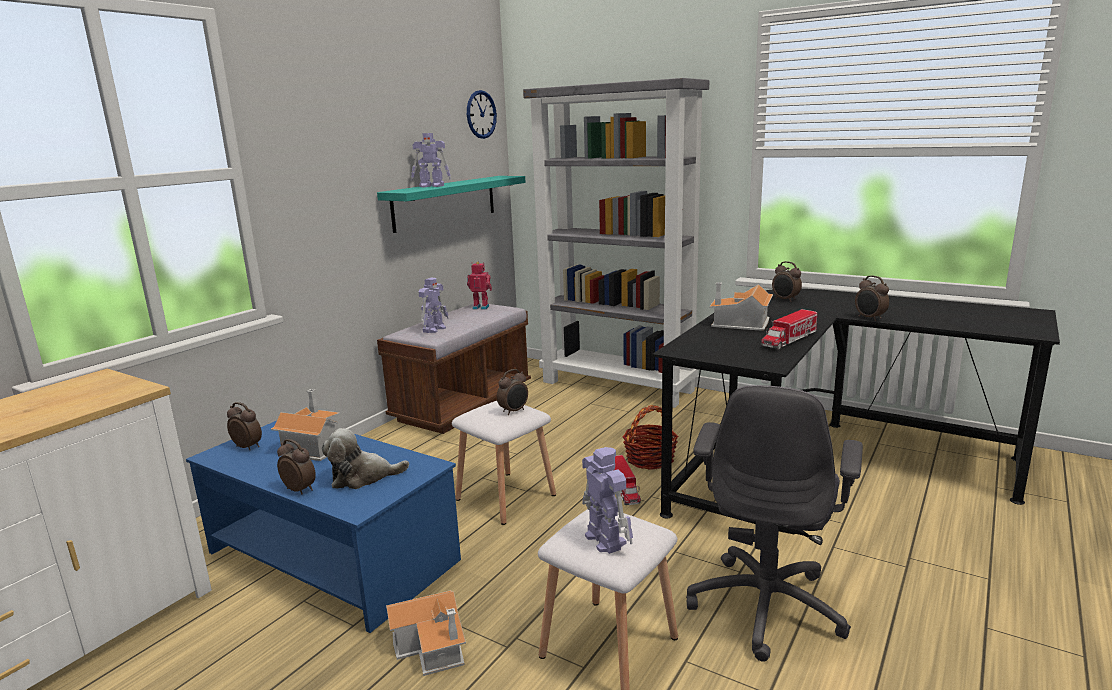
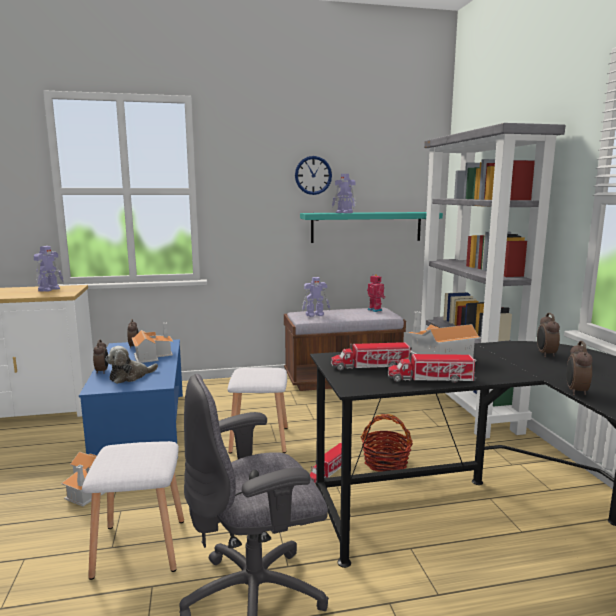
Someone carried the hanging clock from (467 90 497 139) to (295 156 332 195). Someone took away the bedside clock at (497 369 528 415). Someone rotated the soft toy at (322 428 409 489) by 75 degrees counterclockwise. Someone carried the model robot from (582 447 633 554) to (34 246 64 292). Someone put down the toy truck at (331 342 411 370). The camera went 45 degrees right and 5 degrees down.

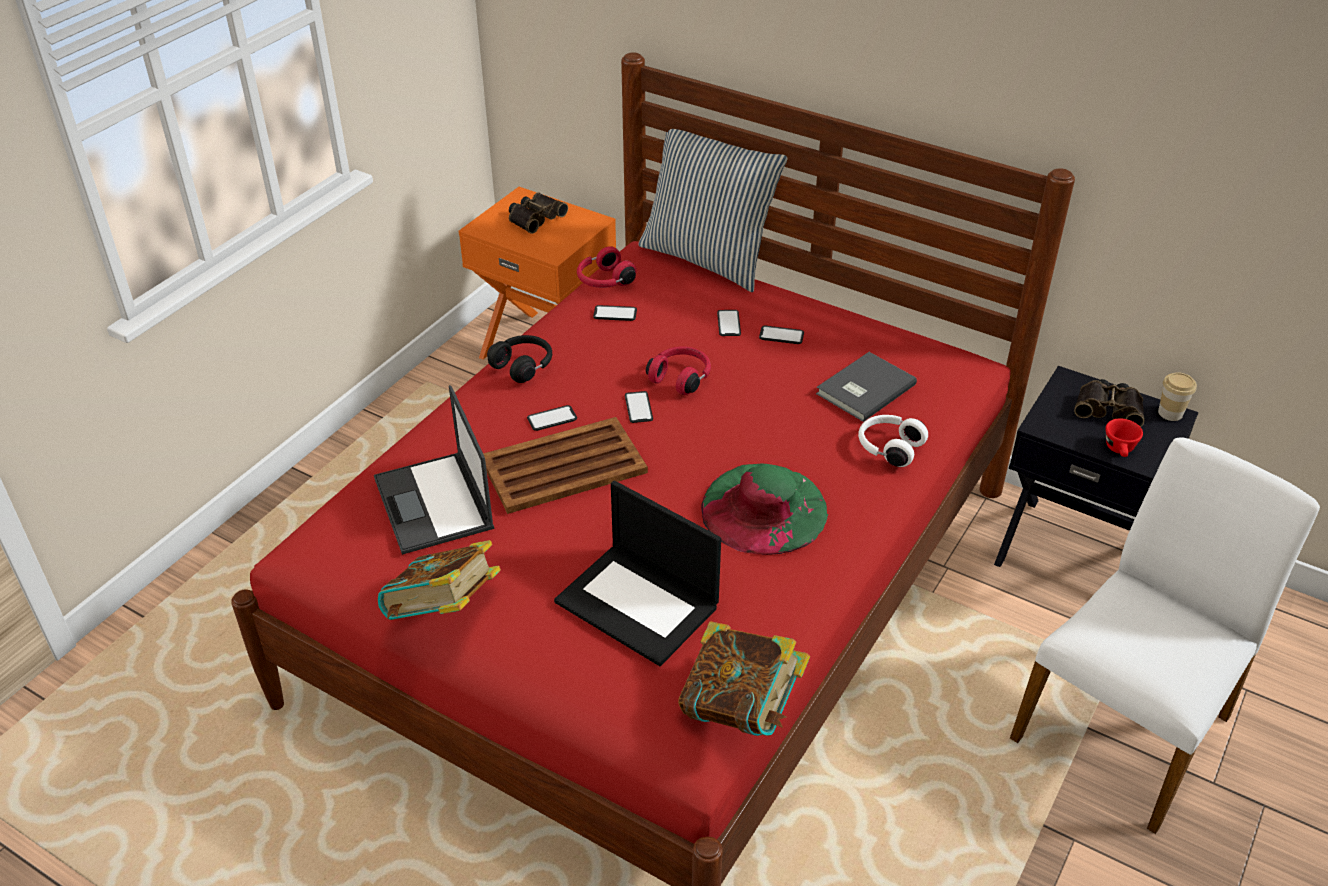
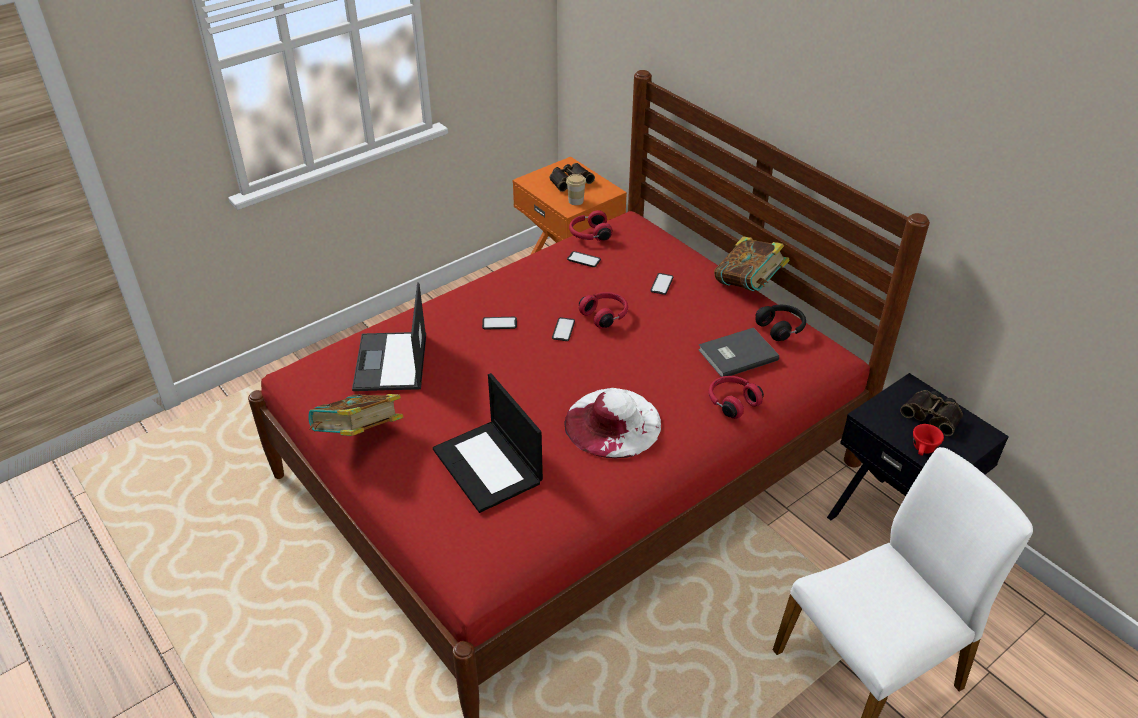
Someone took away the cushion at (638 129 788 292). Someone took away the telephone at (759 326 804 344). Someone carried the black headset from (487 335 552 383) to (755 305 806 341). Someone carried the drinking cup from (1158 372 1197 421) to (566 174 586 205). Someone repainted the whitish headset at (858 415 928 467), which became the red-coloured headset at (709 376 764 419). Someone took away the brown-coloured serving tray at (483 417 648 514). Someone repainted the green-coloured hat at (702 463 828 555), which became the whitish hat at (564 388 661 459). Someone carried the volume from (678 621 810 736) to (714 236 790 291). The camera went 20 degrees right and 0 degrees up.

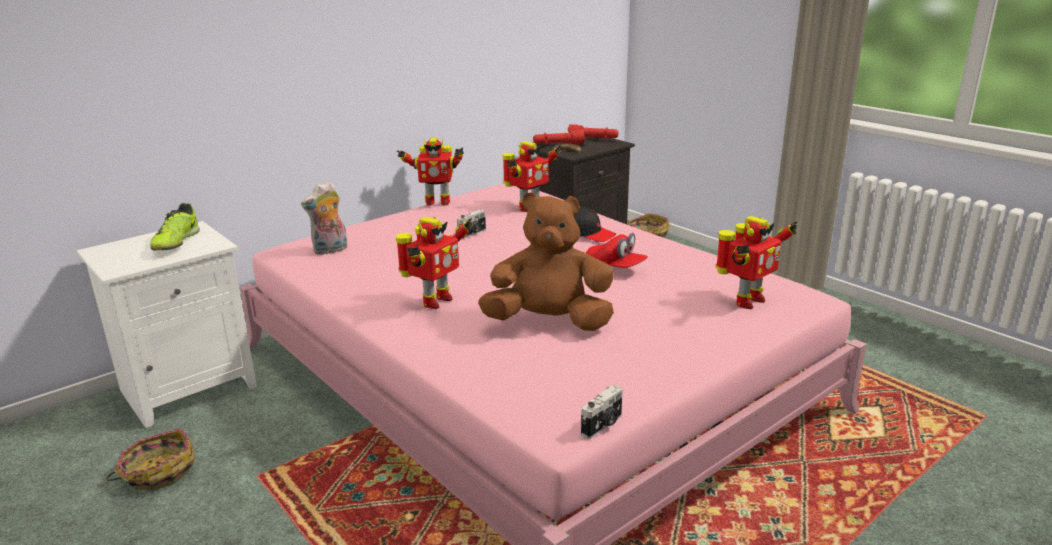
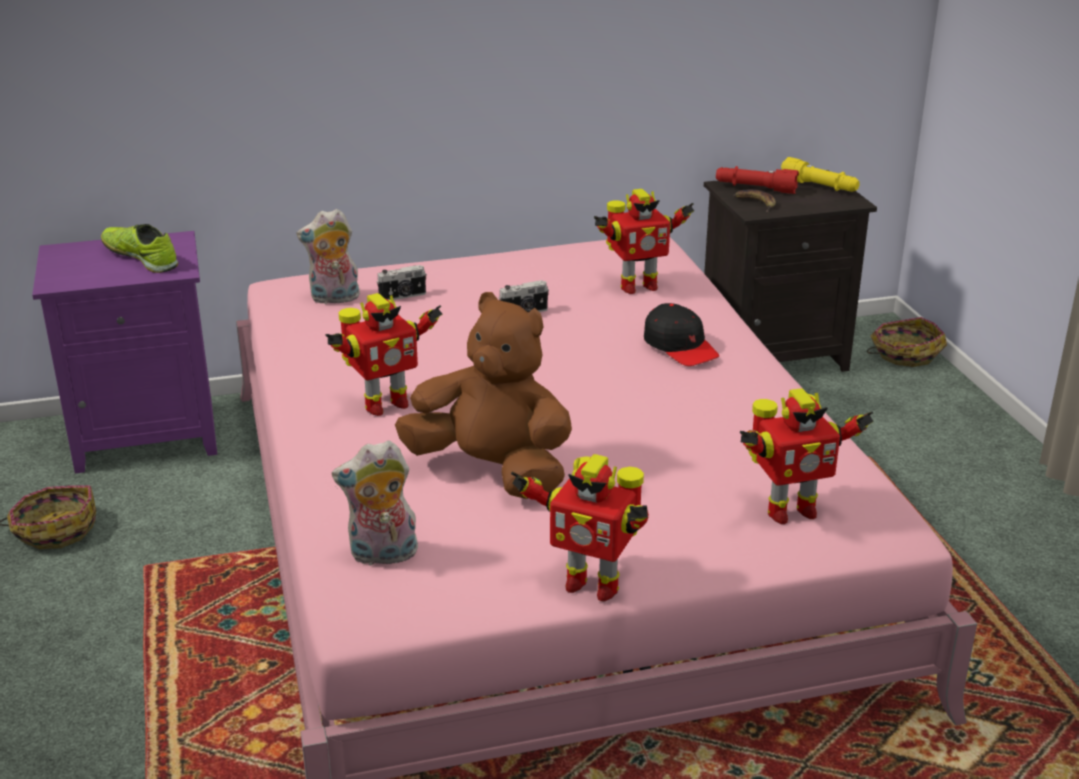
Someone repainted the red-coloured hand torch at (568 124 618 139), which became the yellow-coloured hand torch at (781 157 860 192). Someone carried the model robot from (397 137 464 206) to (511 454 649 601). Someone rotated the item of footwear at (150 203 200 250) by 105 degrees clockwise. Someone repainted the whitish bedside table at (77 221 257 428), which became the purplish bedside table at (32 231 217 473). Someone took away the red-coloured baseball cap at (586 233 648 268). Someone carried the photo camera from (581 385 623 439) to (377 265 427 300). Someone put down the soft toy at (332 440 419 566). The camera went 25 degrees right and 5 degrees up.

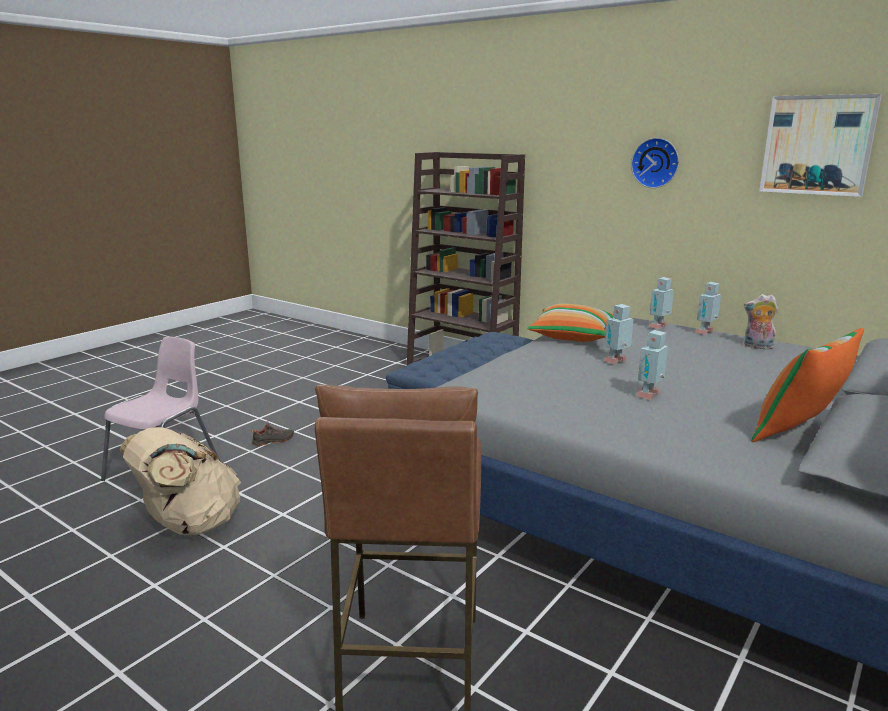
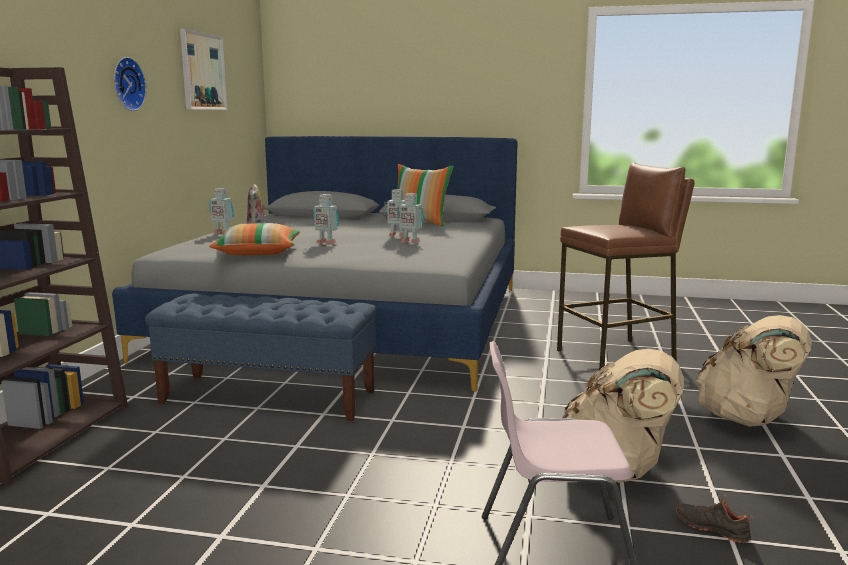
Someone carried the model robot from (648 277 674 329) to (397 193 424 243). Someone carried the black item of footwear from (251 421 294 446) to (676 495 753 543). Someone put down the beige-coloured rucksack at (696 315 812 427). The camera went 115 degrees left and 5 degrees down.

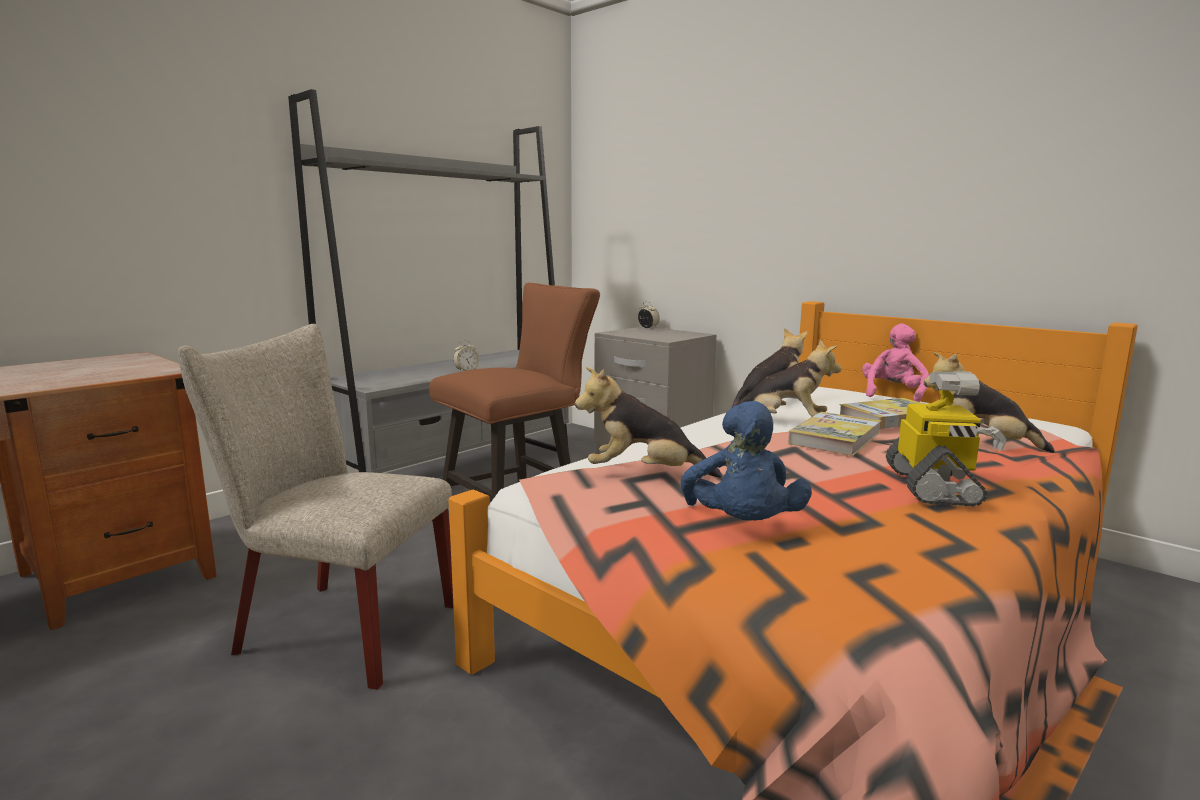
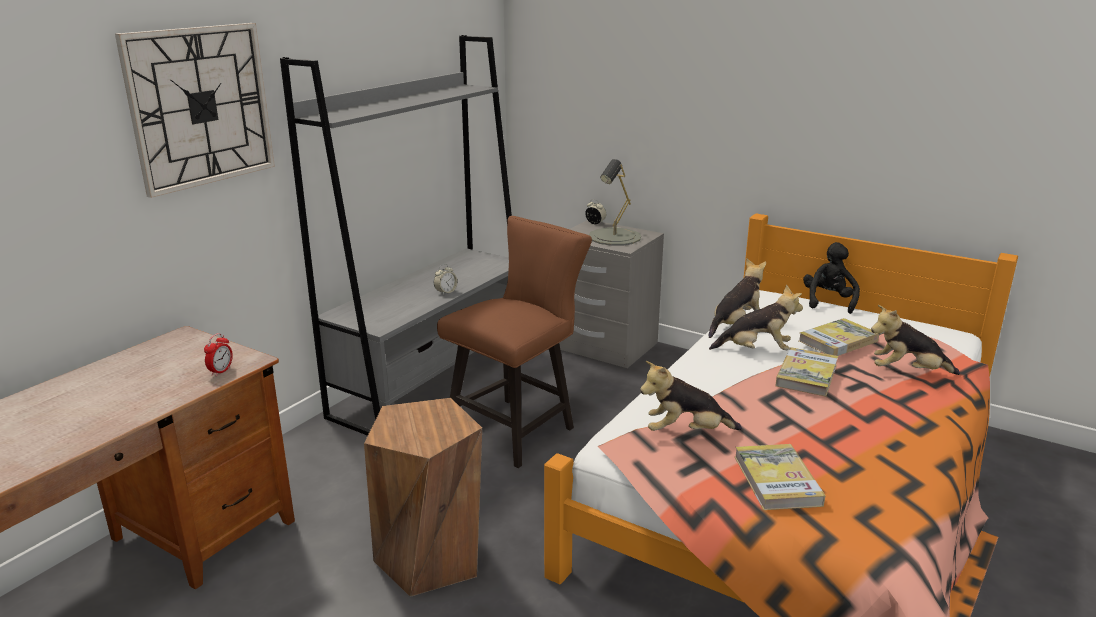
Someone repainted the pinkish soft toy at (862 323 929 402), which became the black soft toy at (803 242 860 314). Someone swapped the beige-coloured plain chair at (178 324 454 690) for the brown-coloured stool seat at (364 398 482 597). Someone took away the model robot at (886 371 1007 506). Someone swapped the blue soft toy at (681 401 812 521) for the volume at (735 444 825 510). Someone put up the hanging clock at (115 23 275 198). Someone put down the grey lamp for a table at (589 159 641 246). Someone put down the bedside clock at (204 333 233 377). The camera went 10 degrees left and 10 degrees up.

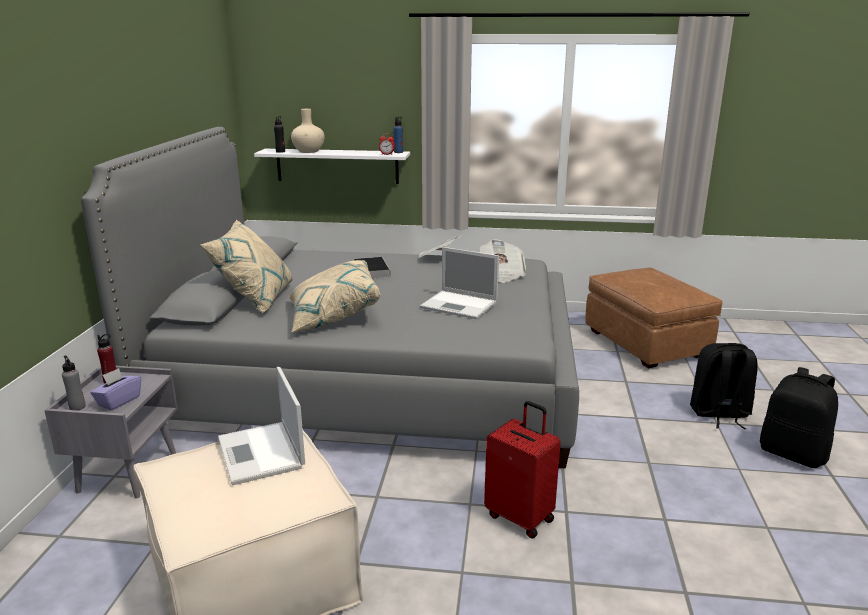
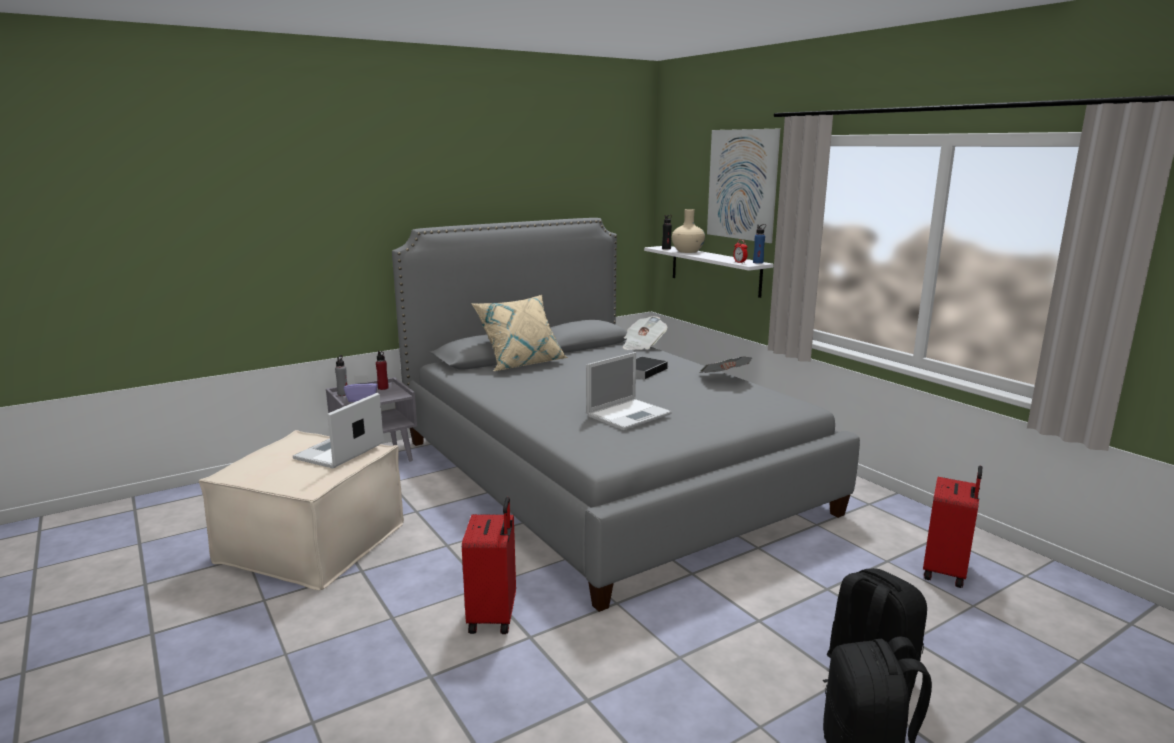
Someone carried the printed paper from (480 239 526 283) to (623 316 667 350). Someone rotated the laptop at (420 247 499 319) by 120 degrees counterclockwise. Someone took away the beige-coloured cushion at (289 260 380 332). Someone swapped the brown-coloured pouffe at (585 267 722 368) for the red-coloured travel case at (923 466 982 588). Someone put up the picture at (707 129 780 243). The camera went 50 degrees right and 5 degrees down.

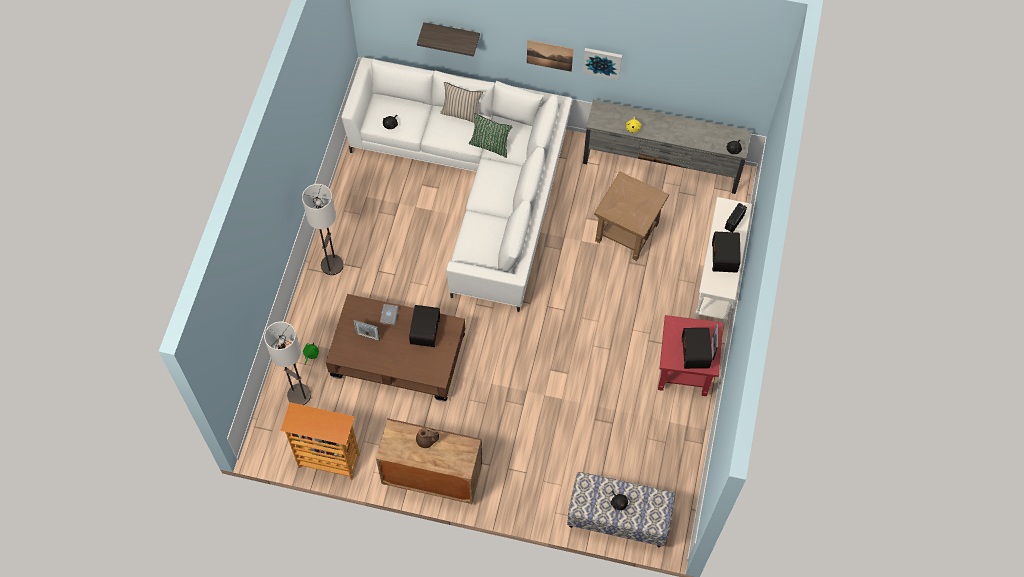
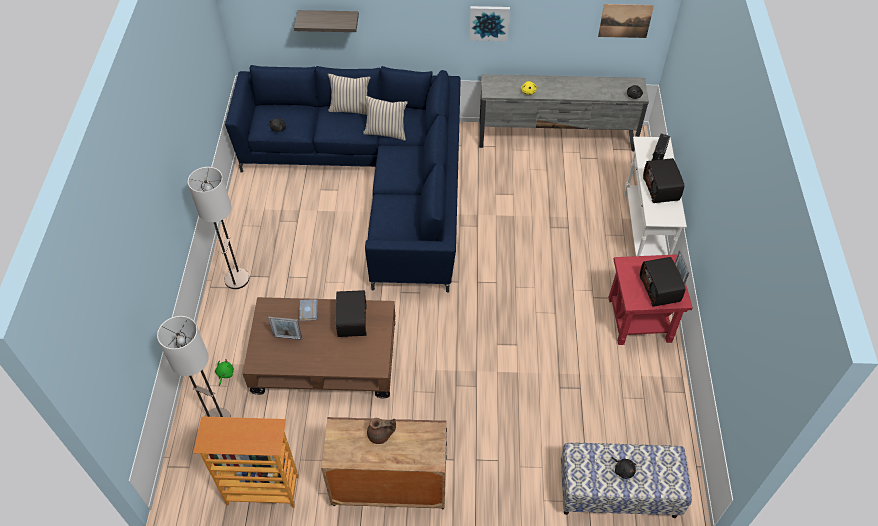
Someone carried the picture from (527 40 573 72) to (598 4 654 38). Someone repainted the whitish settee at (341 57 572 312), which became the blue settee at (225 65 461 293). Someone repainted the green-coloured cushion at (469 113 512 158), which became the beige-coloured cushion at (363 96 408 141). Someone took away the brown-coloured side table at (594 172 669 261). The camera went 10 degrees left and 10 degrees down.

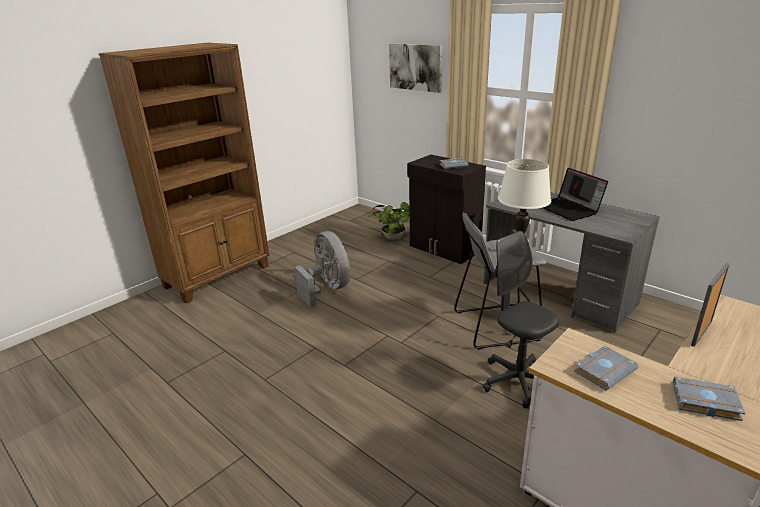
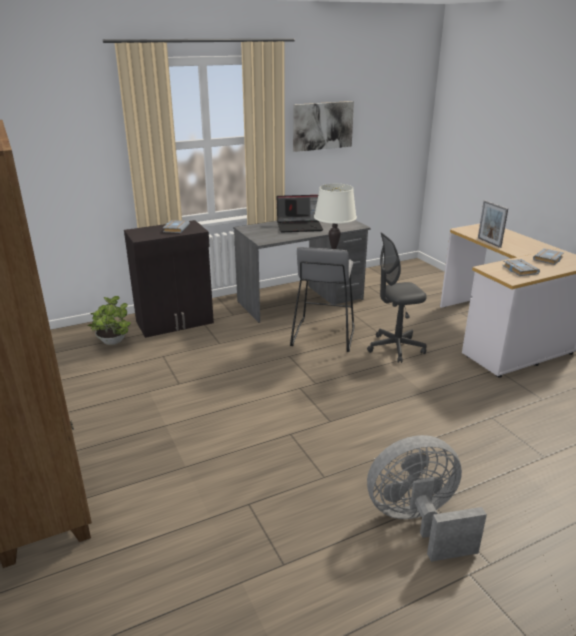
Someone carried the picture from (389 43 442 93) to (293 101 354 152). Someone carried the grey cooling fan from (295 231 350 307) to (367 435 487 562). The camera went 70 degrees left and 0 degrees up.

